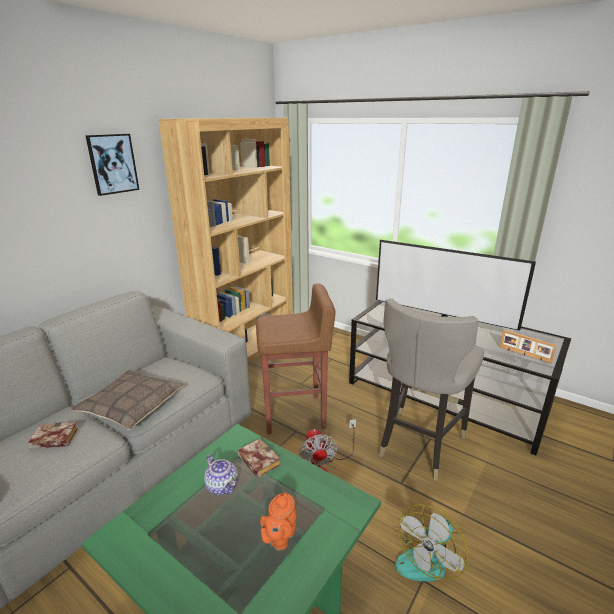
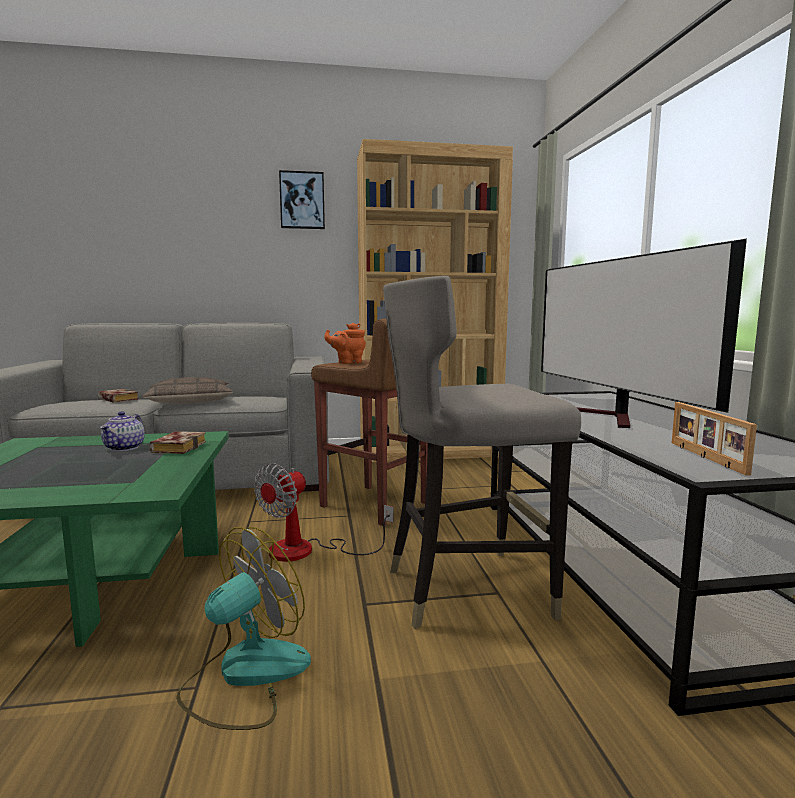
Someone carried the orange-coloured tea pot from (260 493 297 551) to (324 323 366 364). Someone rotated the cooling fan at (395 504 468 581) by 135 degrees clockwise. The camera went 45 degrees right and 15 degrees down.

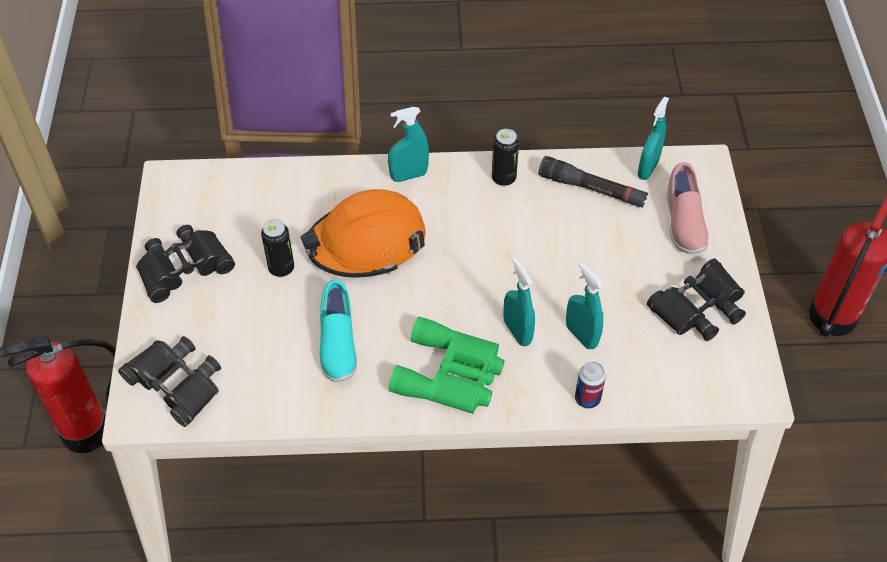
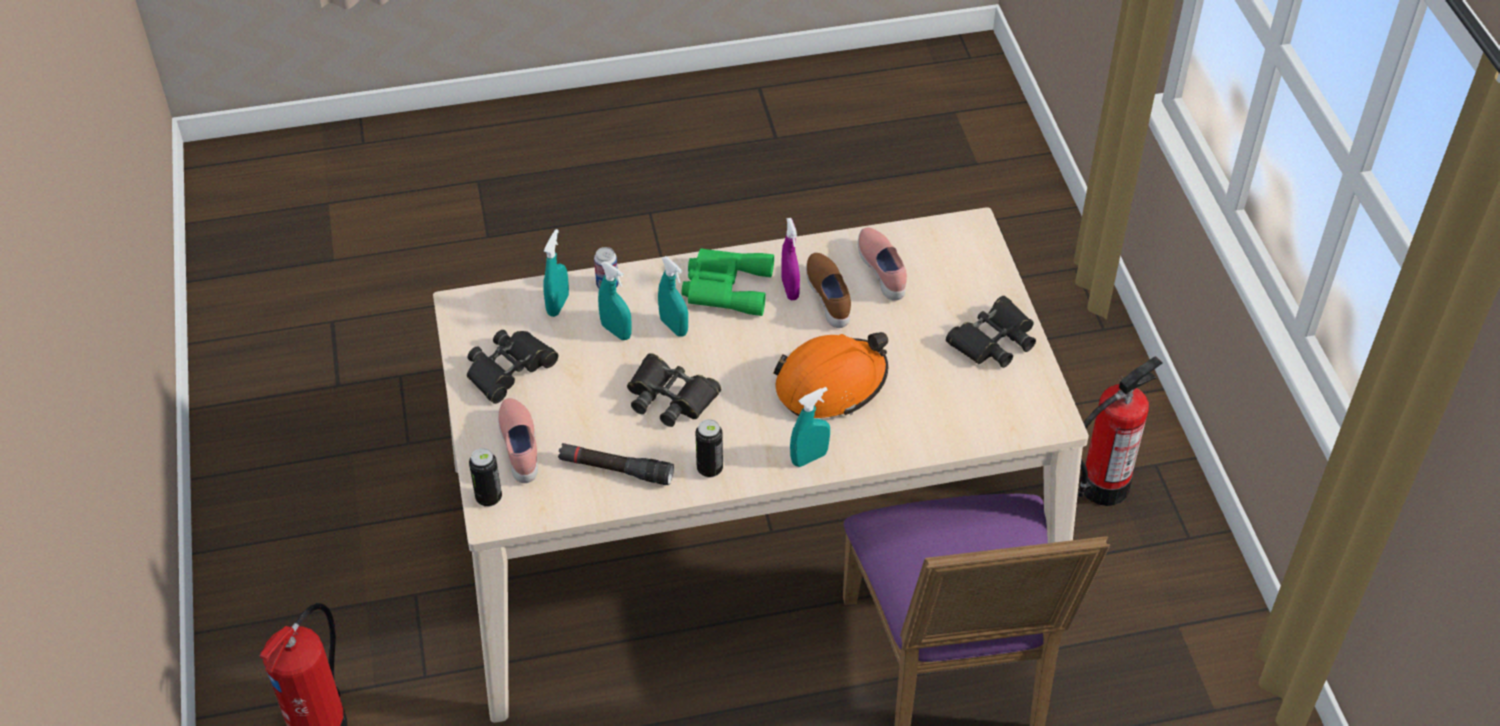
Someone carried the turquoise-coloured hand sprayer from (638 96 669 180) to (543 229 569 317). Someone carried the metal can from (261 219 294 277) to (469 448 502 507). Someone repainted the turquoise-coloured item of footwear at (320 280 357 382), which became the brown-coloured item of footwear at (806 253 851 328). Someone carried the black pair of binoculars from (118 336 221 427) to (627 353 721 427). Someone put down the purplish hand sprayer at (781 218 800 300). Someone put down the pinkish item of footwear at (858 228 907 301). The camera went 170 degrees right and 5 degrees down.

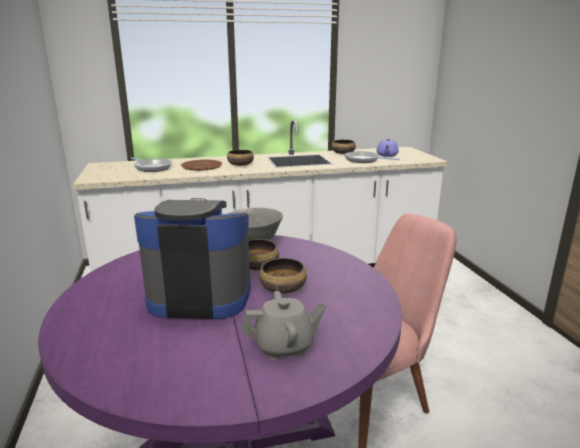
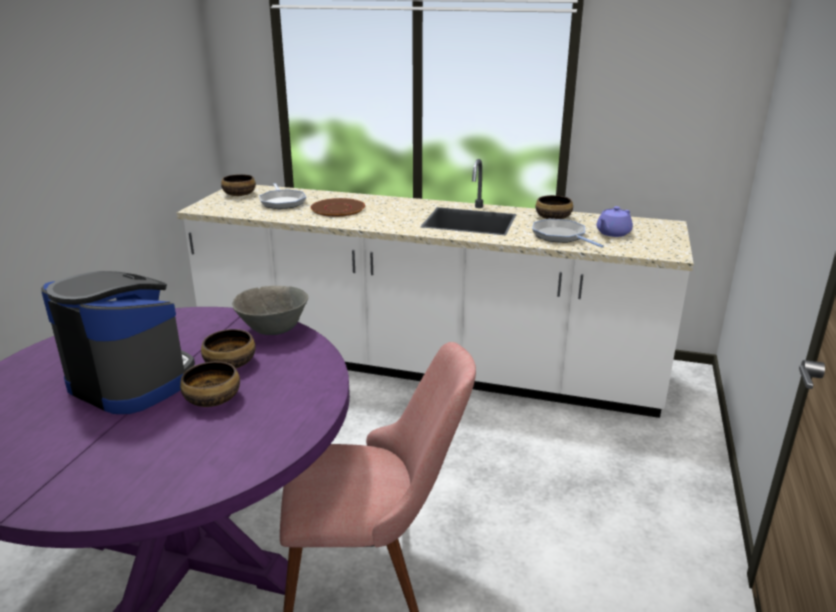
Someone carried the serving bowl from (227 150 254 166) to (221 174 256 196). Someone took away the grey tea pot at (242 291 326 360). The camera went 30 degrees right and 5 degrees up.

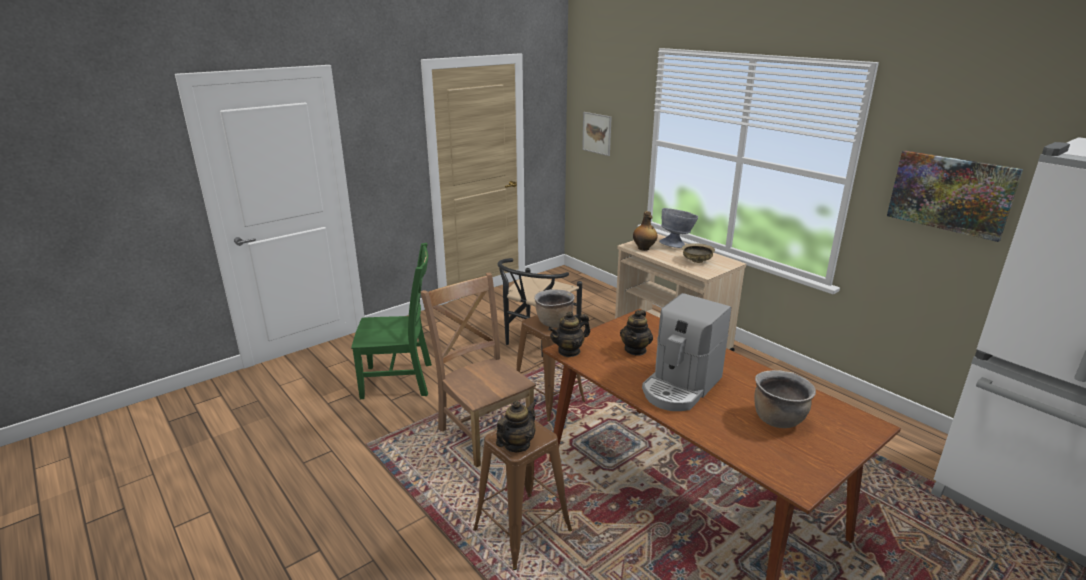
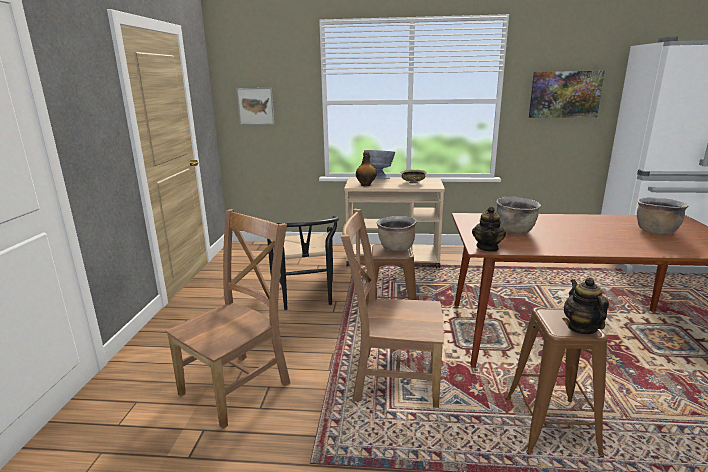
Someone repainted the green-coloured plain chair at (351 243 432 399), which became the brown-coloured plain chair at (165 209 290 429). Someone took away the coffee maker at (642 293 731 411). Someone swapped the tea pot at (620 310 653 356) for the brown-coloured saucepot at (496 197 541 235). The camera went 45 degrees left and 5 degrees down.

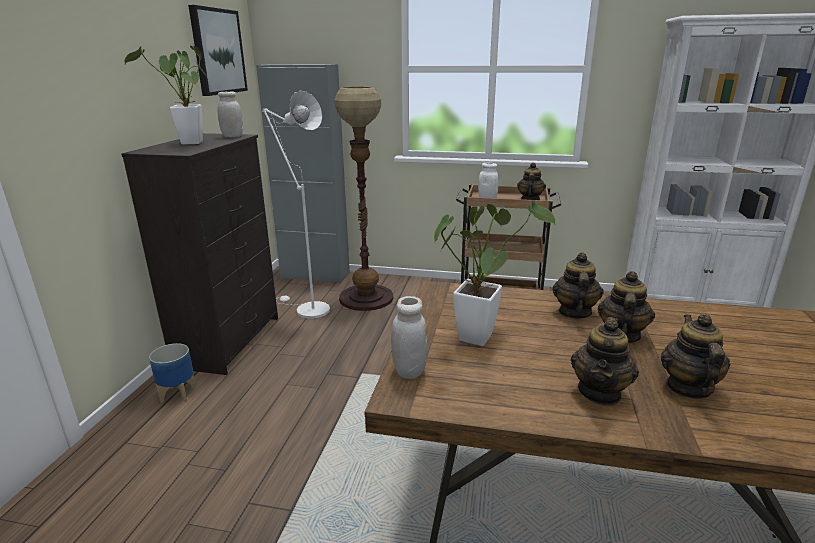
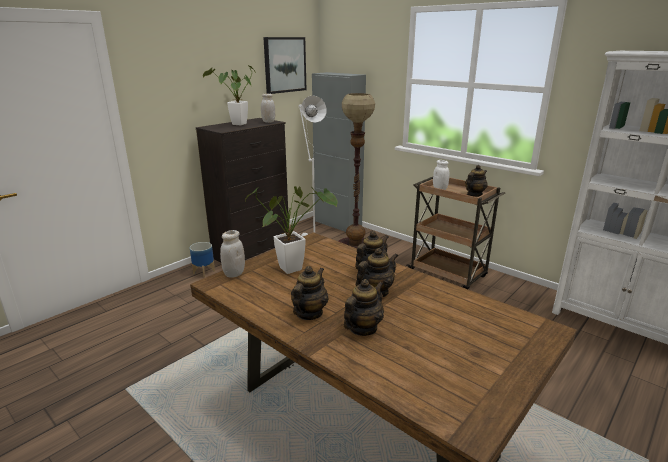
Someone rotated the tea pot at (571 317 639 405) by 150 degrees clockwise. The camera went 30 degrees right and 0 degrees up.

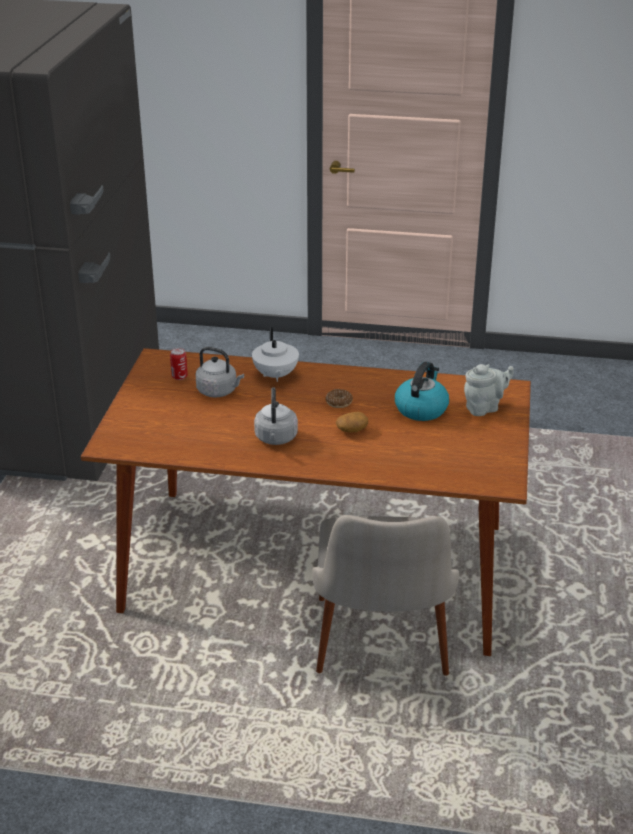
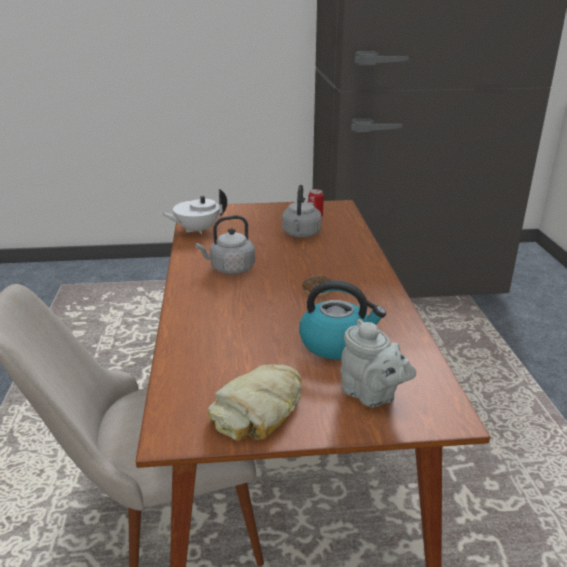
Someone carried the whitish tea pot from (252 327 299 382) to (160 189 227 234). Someone took away the spud at (336 412 368 432). Someone put down the bakery bread at (208 364 302 441). The camera went 75 degrees right and 5 degrees down.

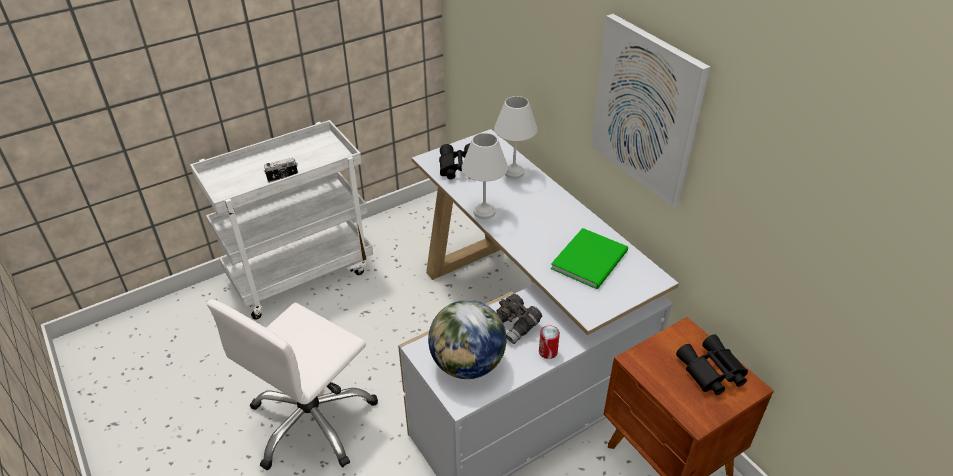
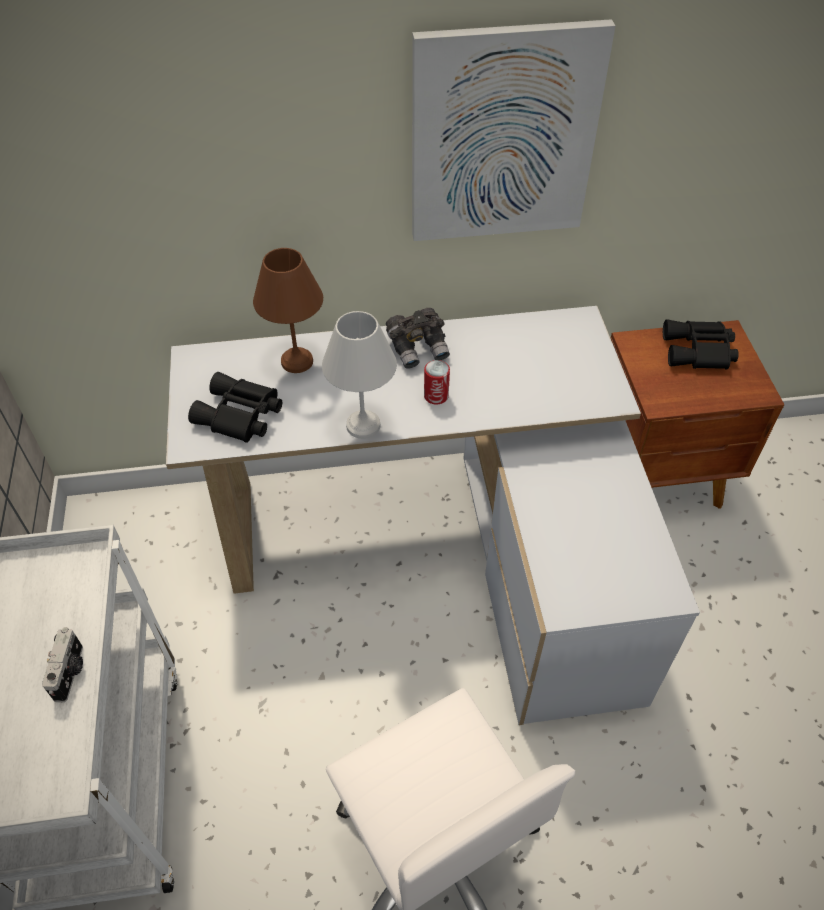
Someone repainted the whitish lamp for a table at (494 96 538 179), which became the brown-coloured lamp for a table at (253 248 323 373). Someone took away the green-coloured volume at (551 228 628 289). Someone carried the grey pair of binoculars from (496 294 542 344) to (386 308 450 369). Someone took away the world globe at (428 300 506 379). Someone carried the metal can from (539 325 560 359) to (424 360 450 405). The camera went 65 degrees left and 10 degrees up.

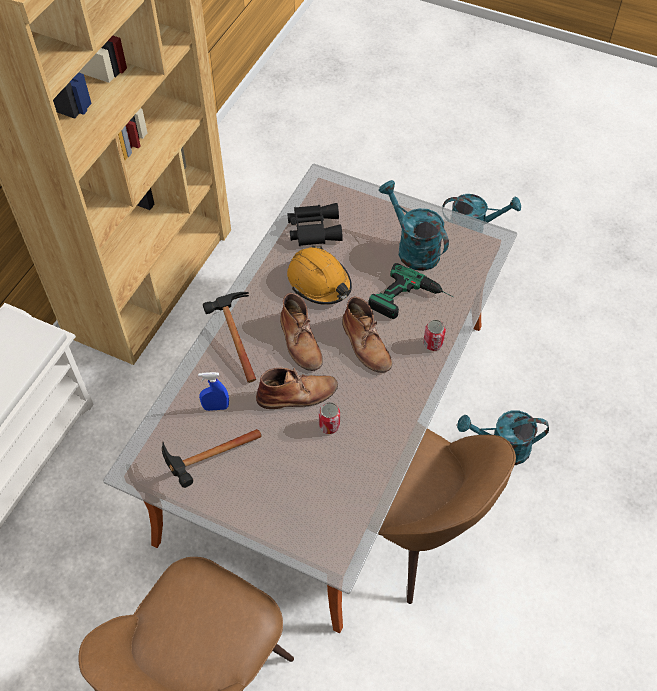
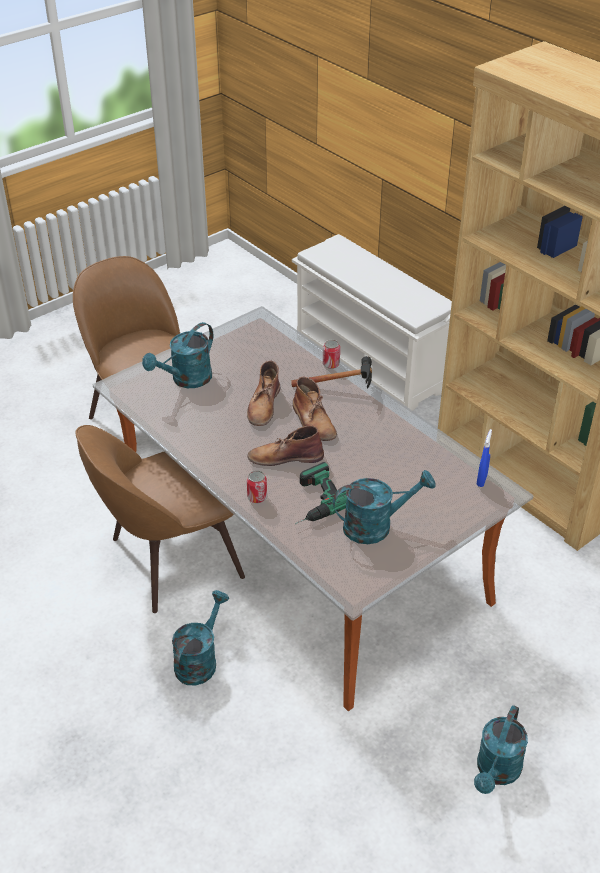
Someone took away the black pair of binoculars at (287 203 343 246). Someone took away the orange-coloured hard hat at (287 246 352 305). Someone rotated the brown-coloured high-top boot at (280 293 323 371) by 120 degrees counterclockwise. Someone carried the blue hand sprayer from (198 372 229 411) to (477 429 492 487). Someone carried the metal can from (319 402 340 434) to (323 340 340 369). Someone took away the hammer at (162 429 261 488). Someone put down the turquoise-coloured sprinkling can at (142 322 213 388). The camera went 115 degrees right and 15 degrees down.

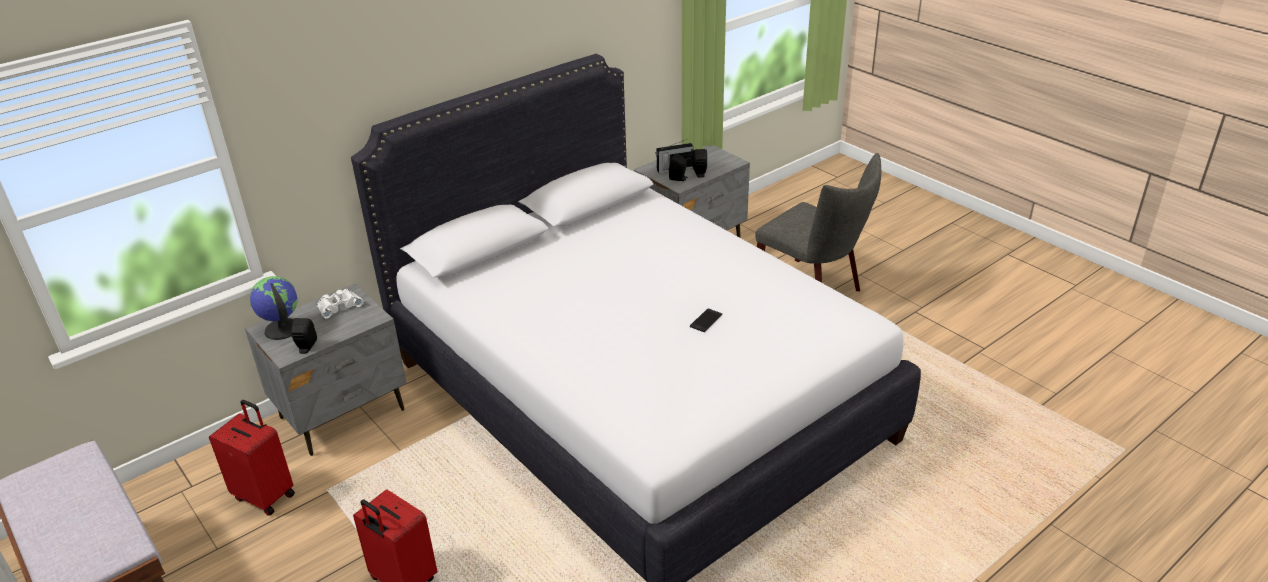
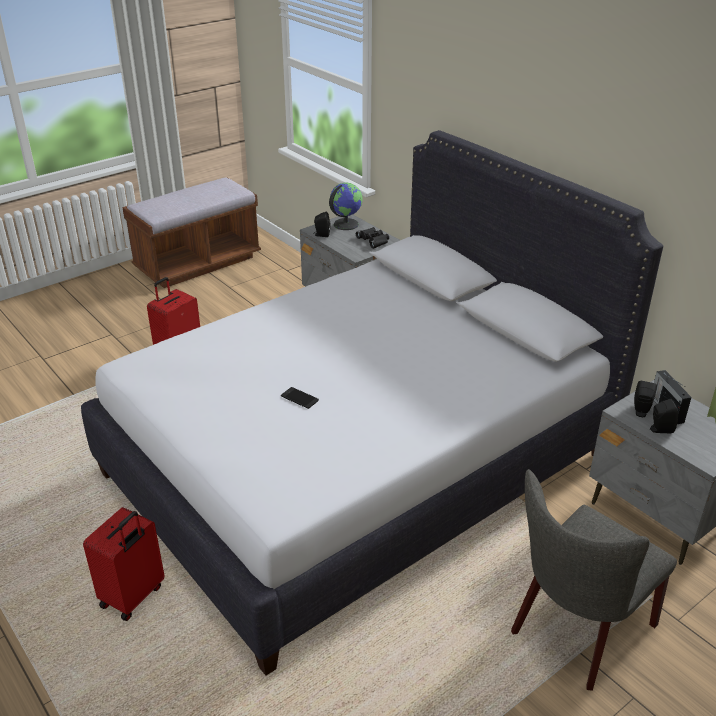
Someone repainted the whitish pair of binoculars at (317 289 364 319), which became the black pair of binoculars at (356 227 389 249). Someone carried the red-coloured travel case from (209 400 295 516) to (83 507 165 621). The camera went 90 degrees right and 0 degrees up.

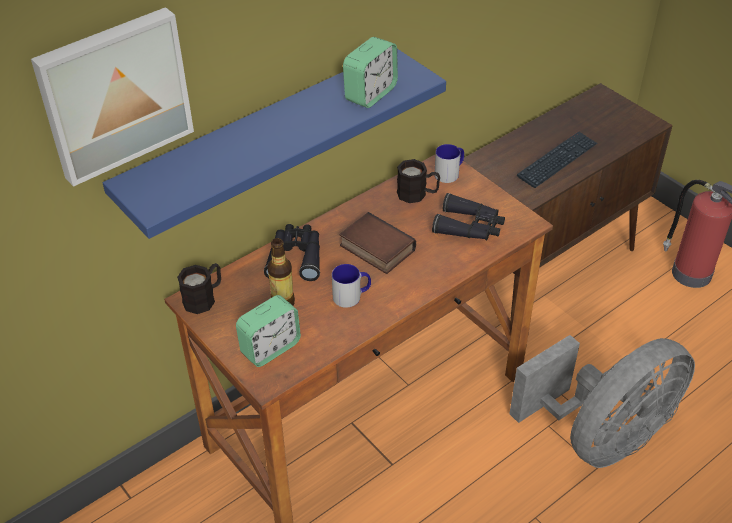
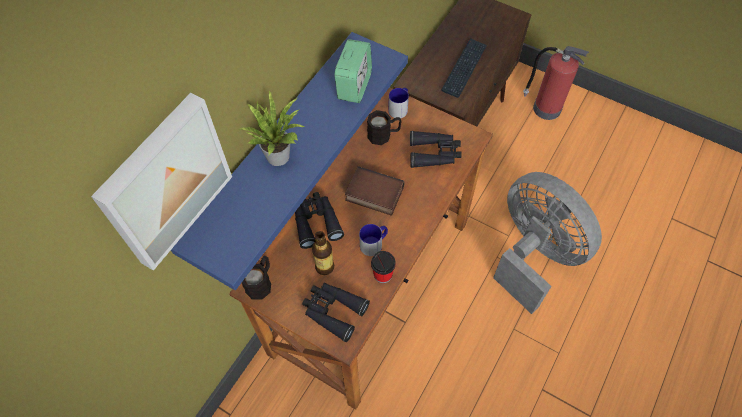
Someone swapped the bedside clock at (236 295 301 367) for the black pair of binoculars at (302 283 370 343). Someone rotated the grey cooling fan at (509 335 695 468) by 75 degrees counterclockwise. Someone put down the plant in a pot at (240 91 305 166). Someone put down the drinking cup at (371 251 396 283). The camera went 20 degrees left and 15 degrees up.

